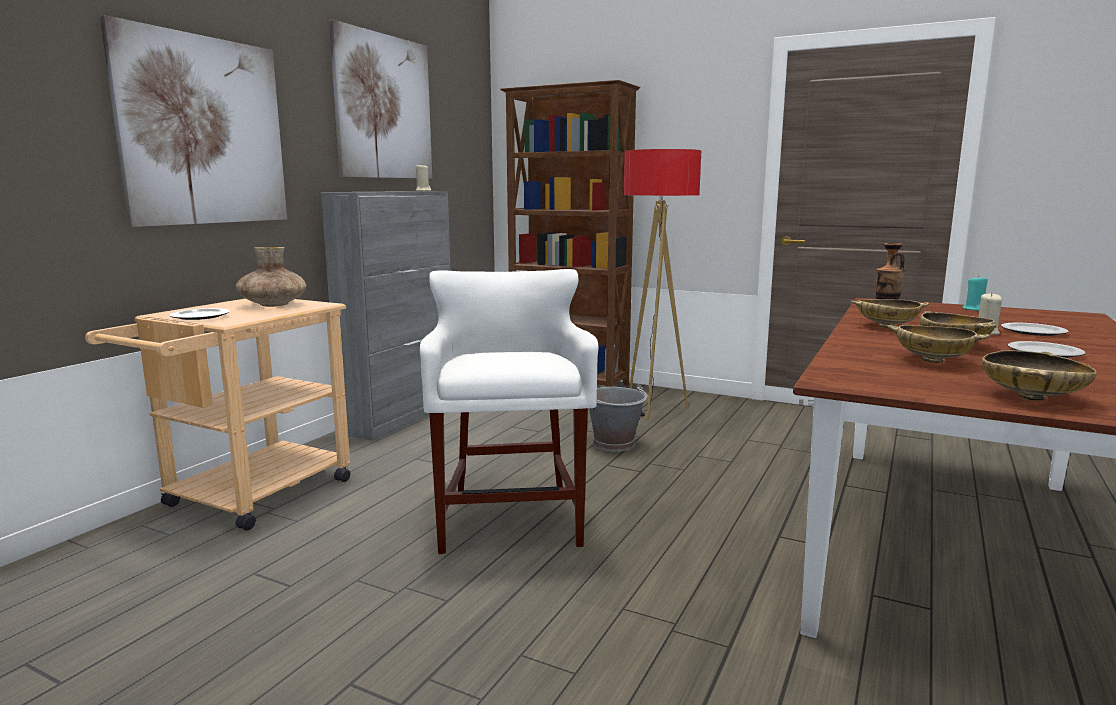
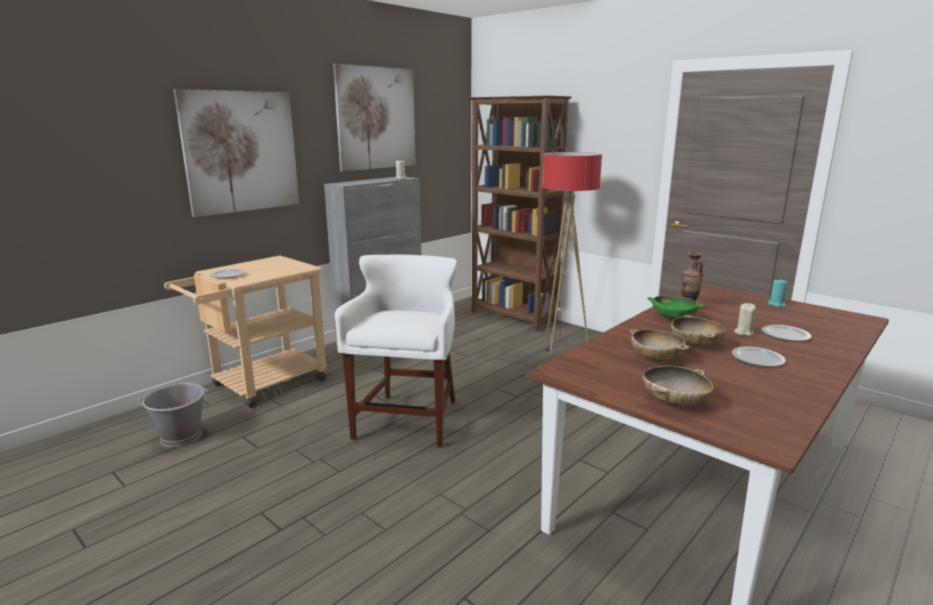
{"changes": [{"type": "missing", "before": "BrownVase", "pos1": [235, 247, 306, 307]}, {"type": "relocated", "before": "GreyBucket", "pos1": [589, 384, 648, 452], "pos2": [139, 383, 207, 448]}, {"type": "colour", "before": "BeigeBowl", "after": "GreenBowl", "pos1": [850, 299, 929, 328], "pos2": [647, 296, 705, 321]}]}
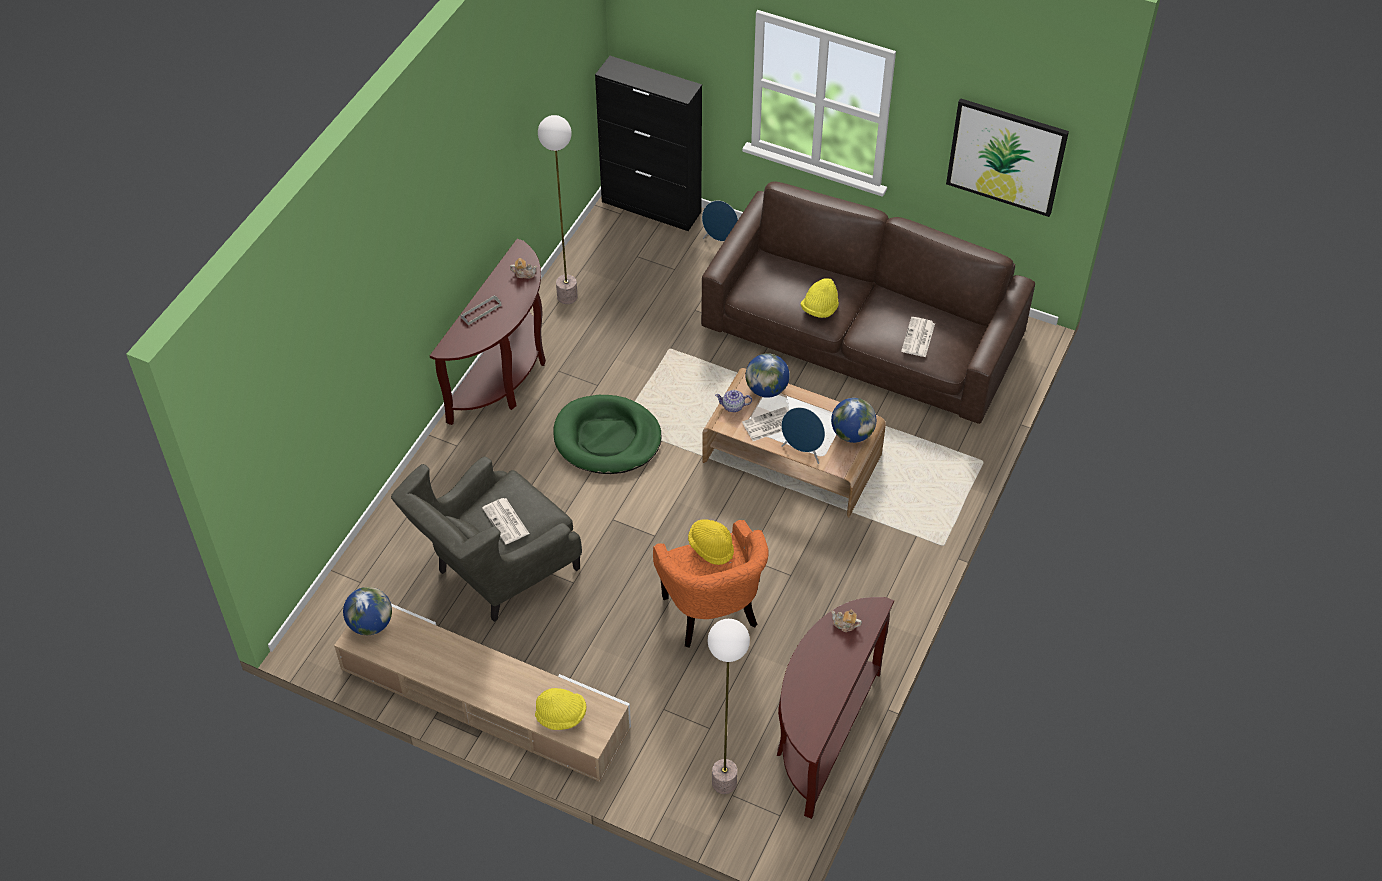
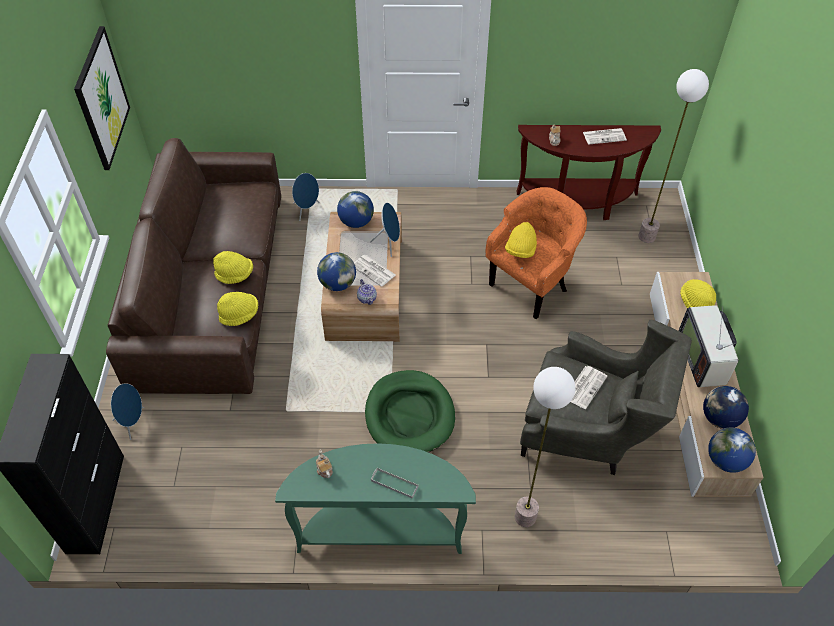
{"changes": [{"type": "colour", "before": "BrownConsoleTable", "after": "GreenConsoleTable", "pos1": [430, 239, 546, 425], "pos2": [275, 443, 476, 554]}, {"type": "relocated", "before": "FloorLamp", "pos1": [538, 115, 578, 304], "pos2": [515, 367, 576, 527]}, {"type": "relocated", "before": "Newspaper", "pos1": [901, 317, 935, 357], "pos2": [583, 128, 627, 145]}, {"type": "appeared", "after": "YellowHat", "pos2": [217, 292, 258, 326]}, {"type": "appeared", "after": "BlueSpeaker", "pos2": [292, 173, 320, 221]}, {"type": "appeared", "after": "Television", "pos2": [679, 305, 738, 387]}, {"type": "appeared", "after": "Globe", "pos2": [703, 386, 749, 429]}]}
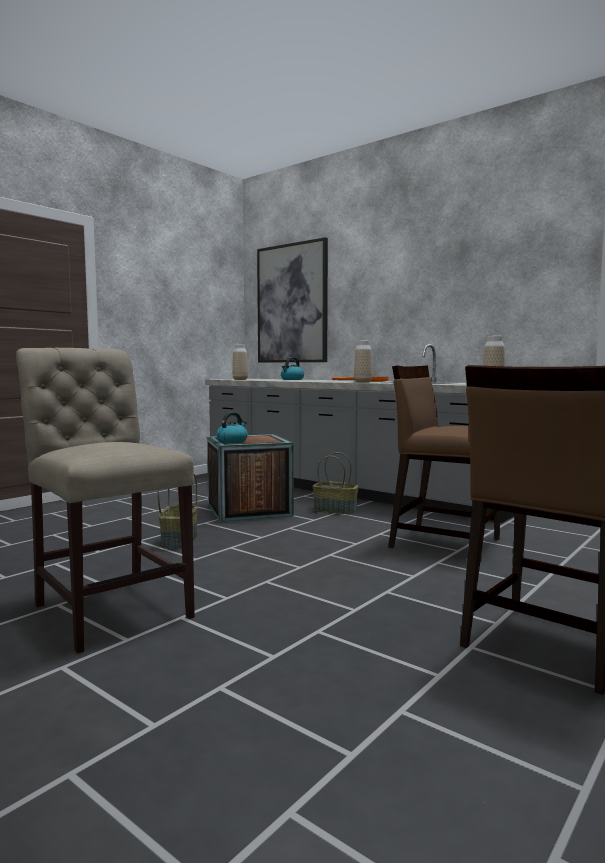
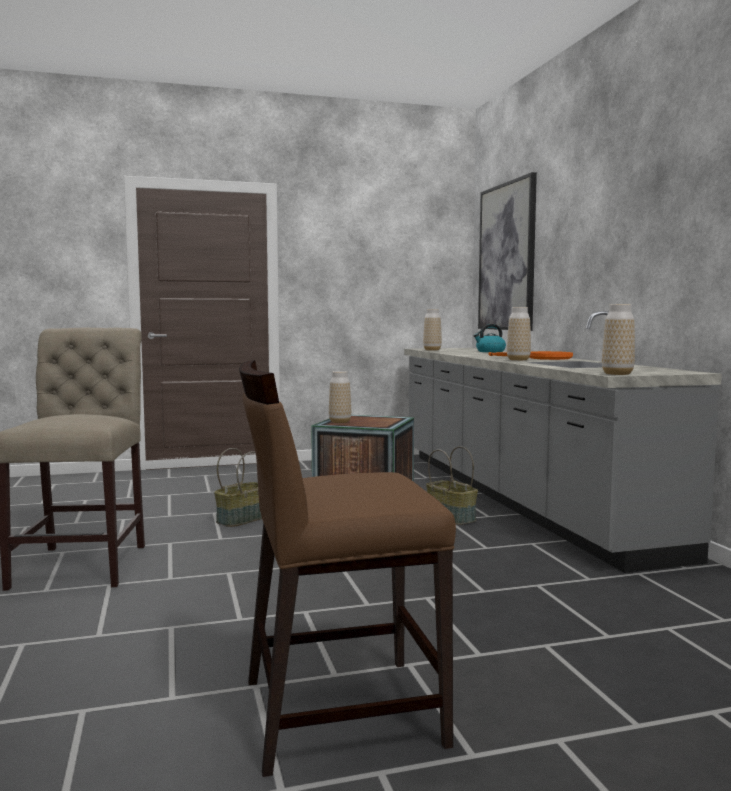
{"changes": [{"type": "exchanged", "before": "Kettle", "after": "Vase", "pos1": [216, 412, 248, 443], "pos2": [329, 371, 351, 423]}, {"type": "missing", "before": "BrownChair", "pos1": [388, 365, 500, 563]}]}
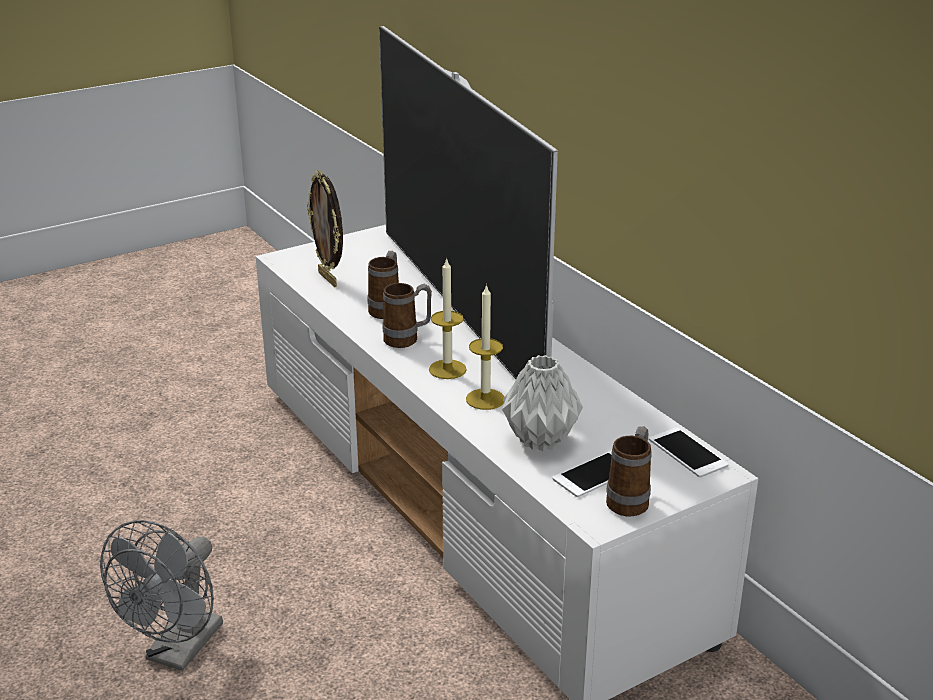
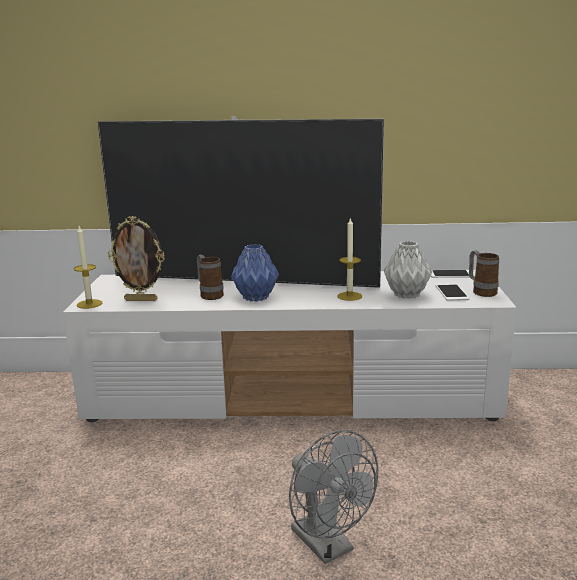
{"changes": [{"type": "exchanged", "before": "Mug", "after": "BlueVase", "pos1": [383, 283, 432, 348], "pos2": [231, 244, 279, 302]}, {"type": "relocated", "before": "Candle", "pos1": [429, 258, 467, 379], "pos2": [74, 226, 102, 309]}]}
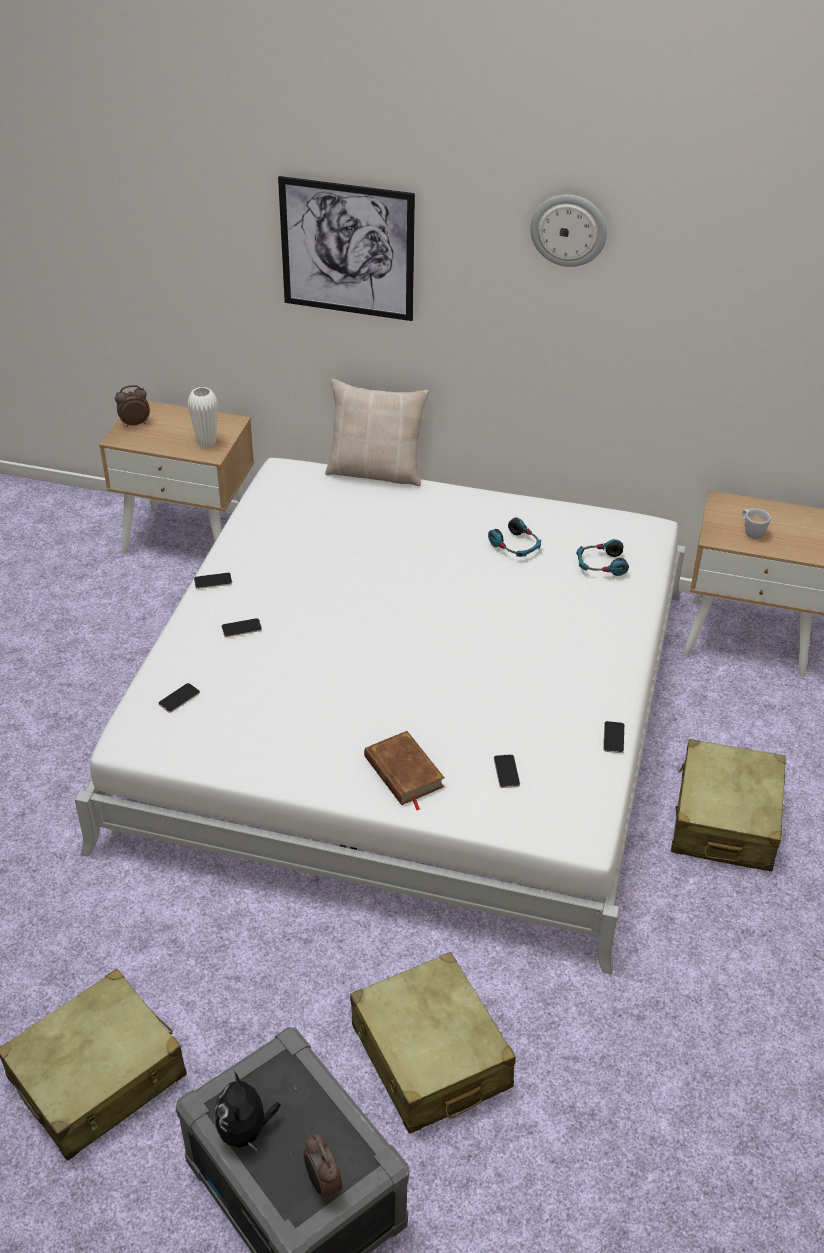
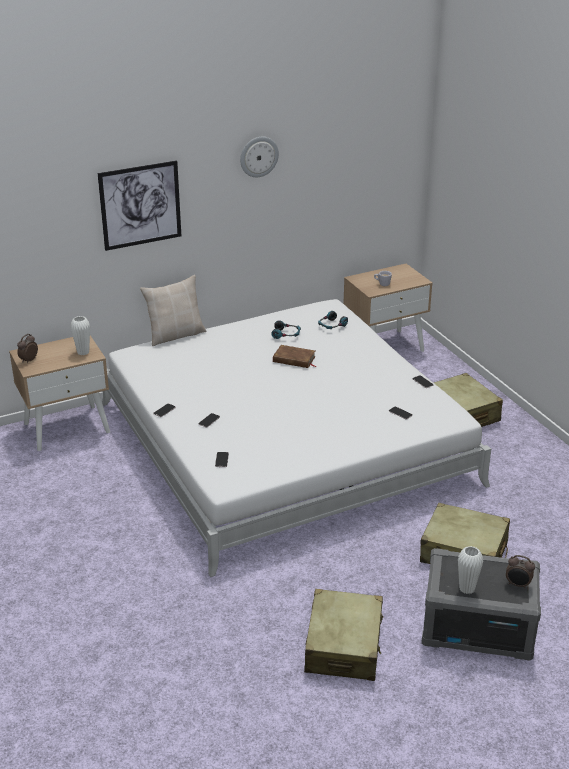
{"changes": [{"type": "exchanged", "before": "PlushToy", "after": "WhiteVase", "pos1": [214, 1071, 281, 1152], "pos2": [458, 546, 483, 594]}, {"type": "relocated", "before": "BrownBook", "pos1": [364, 731, 445, 810], "pos2": [273, 345, 316, 368]}]}
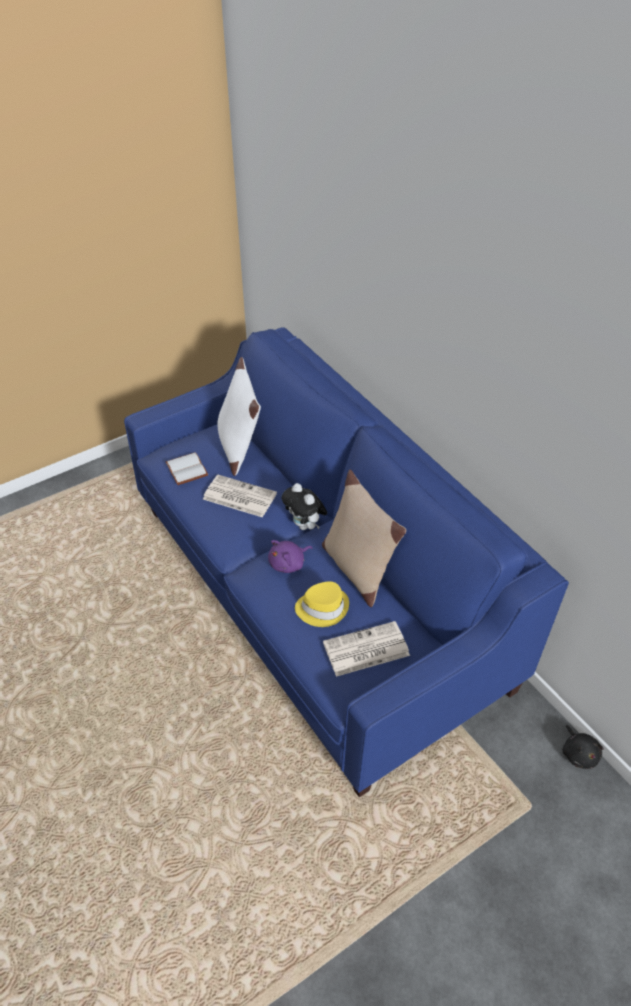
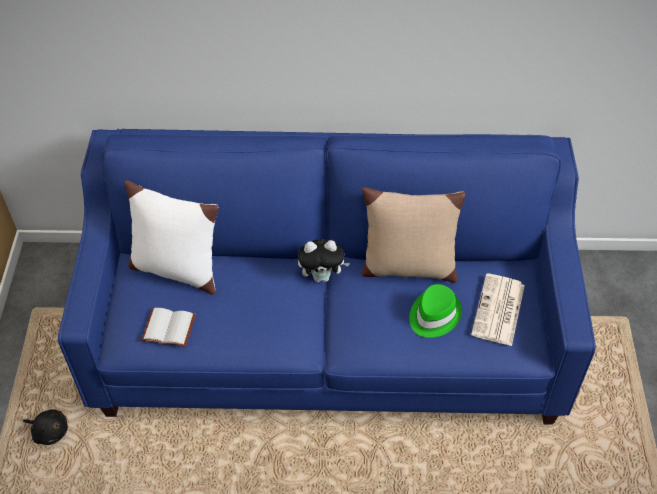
{"changes": [{"type": "missing", "before": "Newspaper", "pos1": [203, 475, 277, 518]}, {"type": "missing", "before": "PurplePlushToy", "pos1": [268, 540, 312, 573]}, {"type": "colour", "before": "YellowHat", "after": "GreenHat", "pos1": [295, 581, 349, 627], "pos2": [409, 284, 462, 338]}, {"type": "relocated", "before": "BlackPlushToy", "pos1": [562, 725, 604, 769], "pos2": [23, 409, 68, 445]}]}
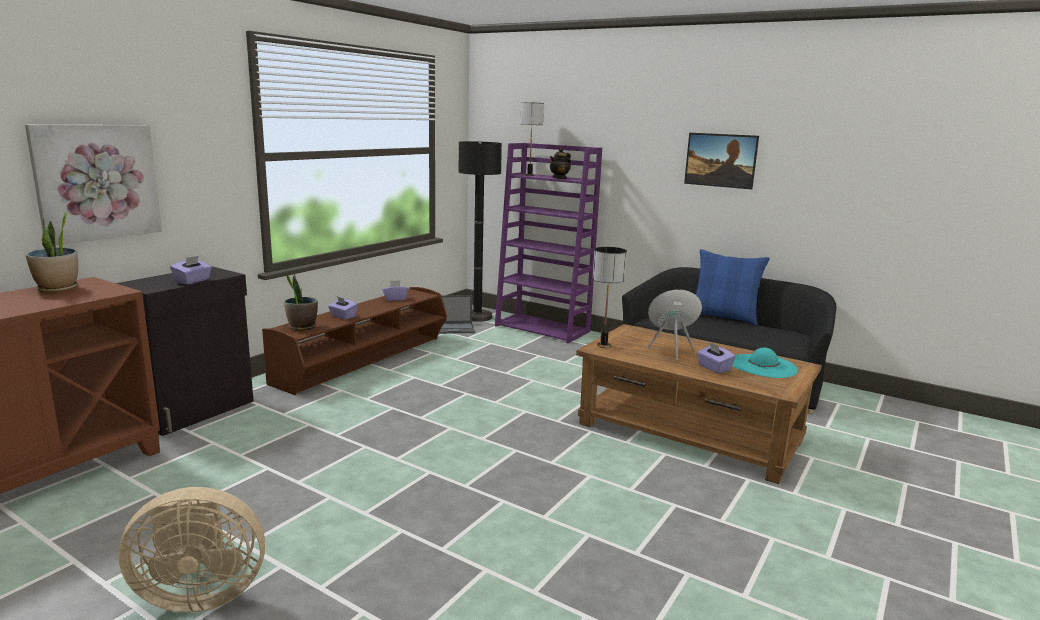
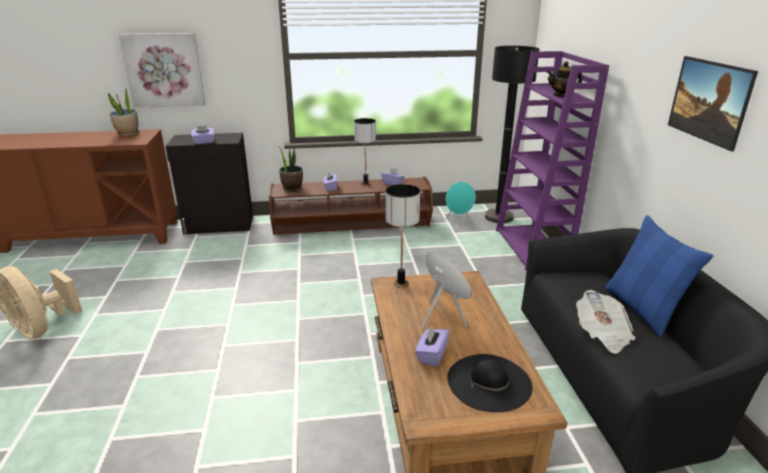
{"changes": [{"type": "exchanged", "before": "Laptop", "after": "TurquoiseSpeaker", "pos1": [439, 295, 475, 334], "pos2": [445, 181, 476, 227]}, {"type": "relocated", "before": "TableLamp", "pos1": [520, 102, 544, 176], "pos2": [354, 118, 376, 186]}, {"type": "colour", "before": "TurquoiseHat", "after": "BlackHat", "pos1": [732, 348, 798, 378], "pos2": [448, 354, 533, 412]}, {"type": "appeared", "after": "Newspaper", "pos2": [576, 290, 635, 354]}]}
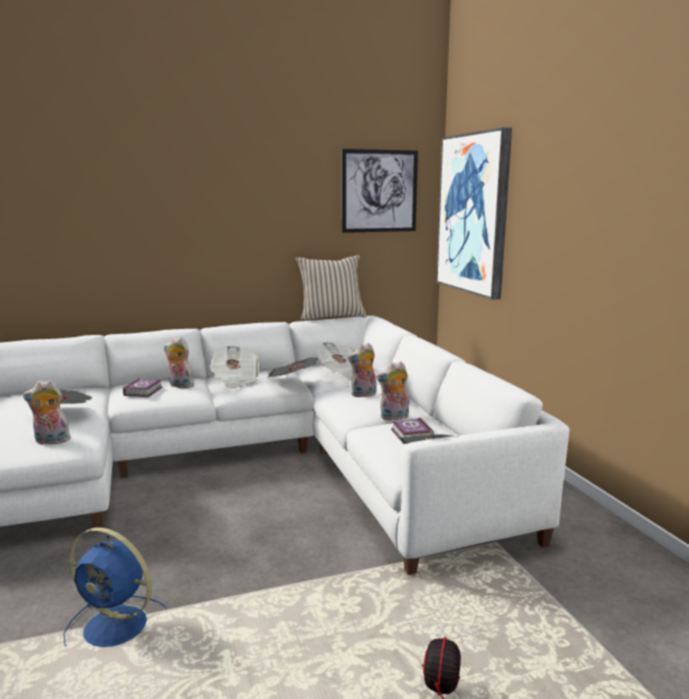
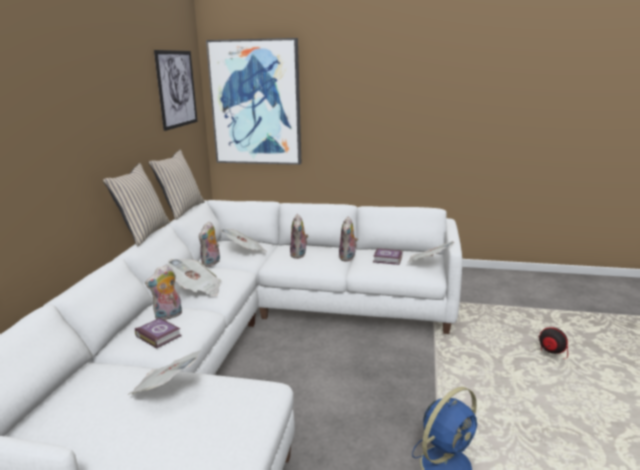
{"changes": [{"type": "relocated", "before": "PlushToy", "pos1": [23, 379, 71, 444], "pos2": [199, 221, 220, 267]}, {"type": "missing", "before": "Newspaper", "pos1": [268, 357, 319, 377]}, {"type": "appeared", "after": "BeigePillow", "pos2": [103, 163, 170, 246]}]}
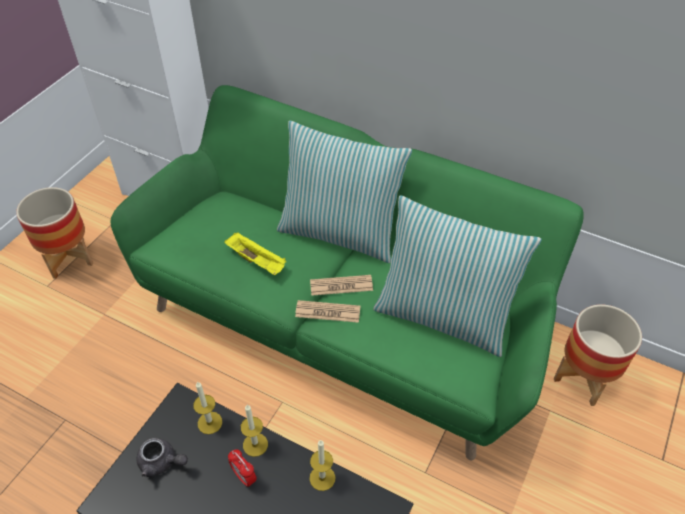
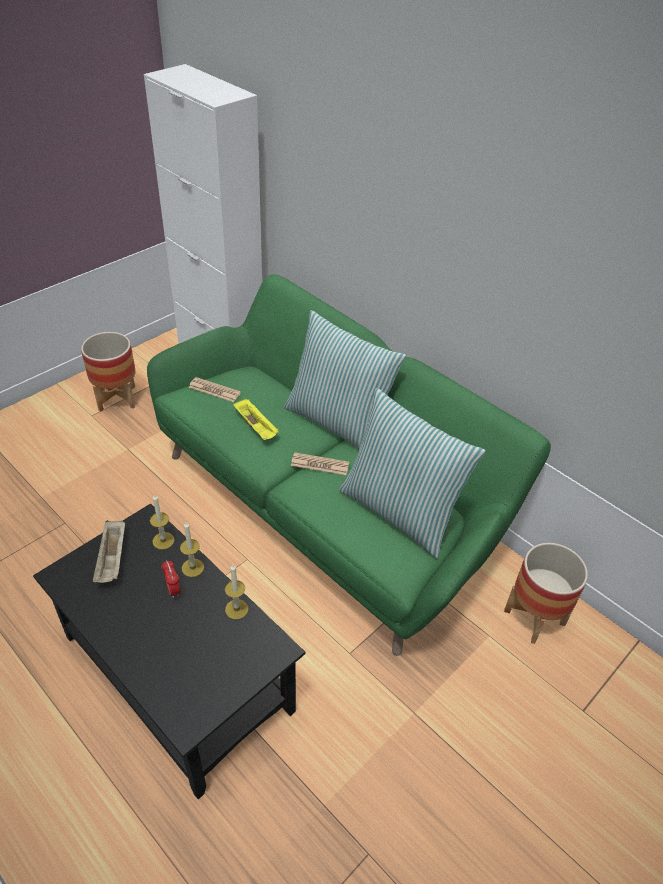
{"changes": [{"type": "exchanged", "before": "GreyTeapot", "after": "BeigeTray", "pos1": [137, 438, 188, 477], "pos2": [93, 520, 125, 583]}, {"type": "relocated", "before": "Newspaper", "pos1": [295, 300, 361, 323], "pos2": [189, 377, 241, 402]}]}
